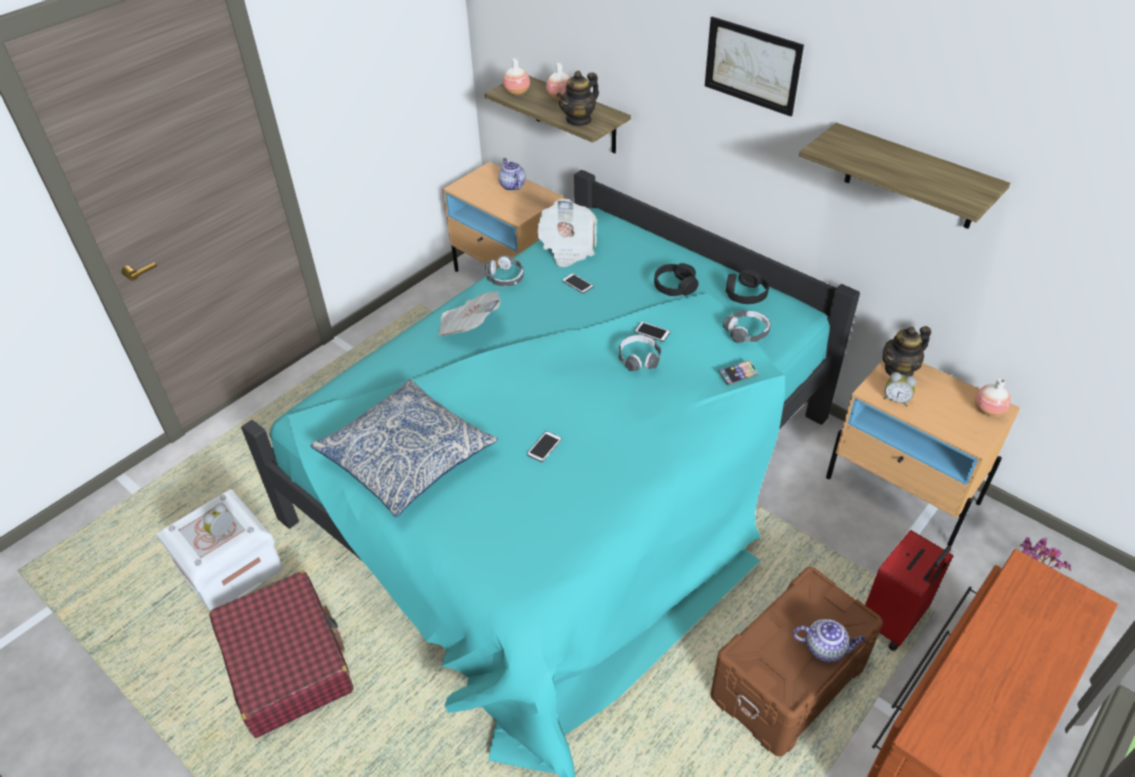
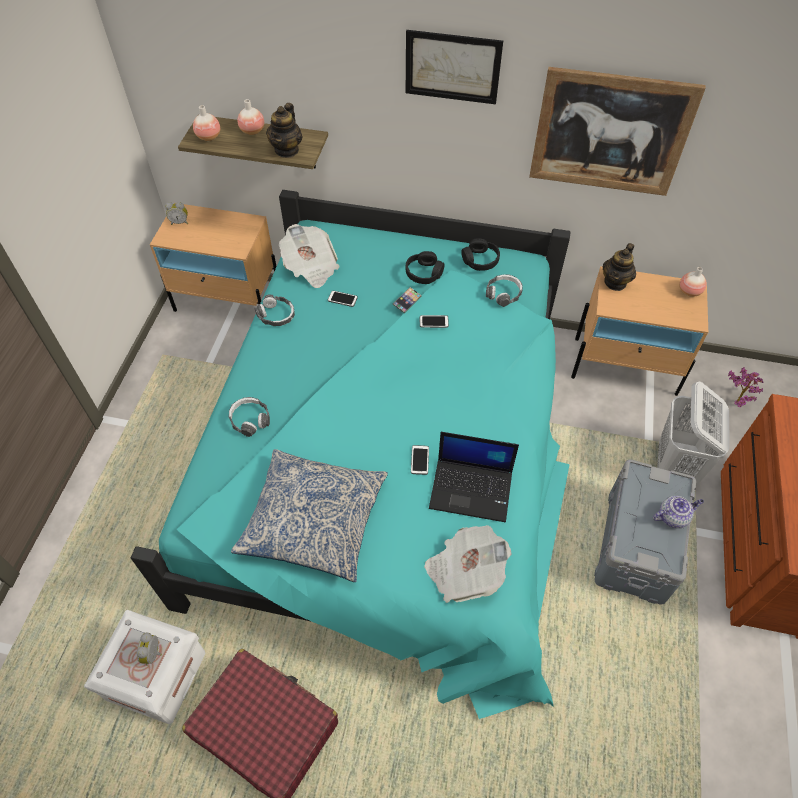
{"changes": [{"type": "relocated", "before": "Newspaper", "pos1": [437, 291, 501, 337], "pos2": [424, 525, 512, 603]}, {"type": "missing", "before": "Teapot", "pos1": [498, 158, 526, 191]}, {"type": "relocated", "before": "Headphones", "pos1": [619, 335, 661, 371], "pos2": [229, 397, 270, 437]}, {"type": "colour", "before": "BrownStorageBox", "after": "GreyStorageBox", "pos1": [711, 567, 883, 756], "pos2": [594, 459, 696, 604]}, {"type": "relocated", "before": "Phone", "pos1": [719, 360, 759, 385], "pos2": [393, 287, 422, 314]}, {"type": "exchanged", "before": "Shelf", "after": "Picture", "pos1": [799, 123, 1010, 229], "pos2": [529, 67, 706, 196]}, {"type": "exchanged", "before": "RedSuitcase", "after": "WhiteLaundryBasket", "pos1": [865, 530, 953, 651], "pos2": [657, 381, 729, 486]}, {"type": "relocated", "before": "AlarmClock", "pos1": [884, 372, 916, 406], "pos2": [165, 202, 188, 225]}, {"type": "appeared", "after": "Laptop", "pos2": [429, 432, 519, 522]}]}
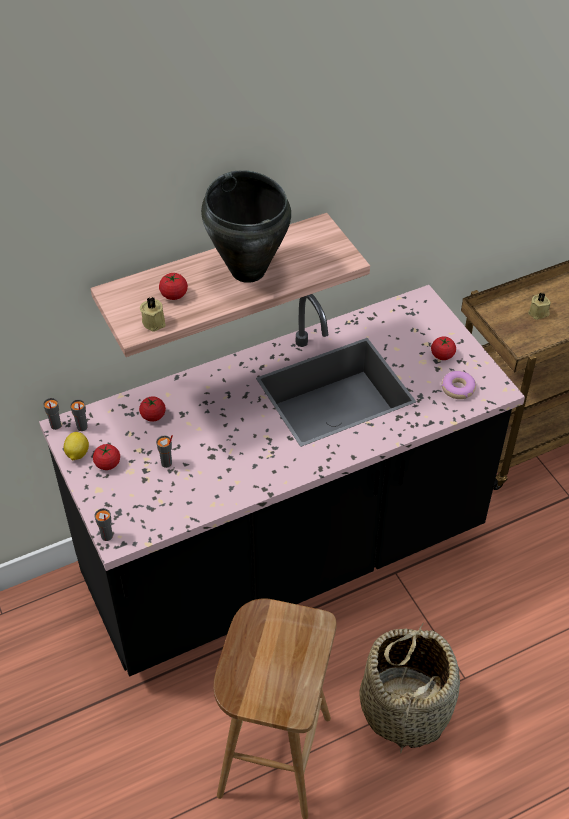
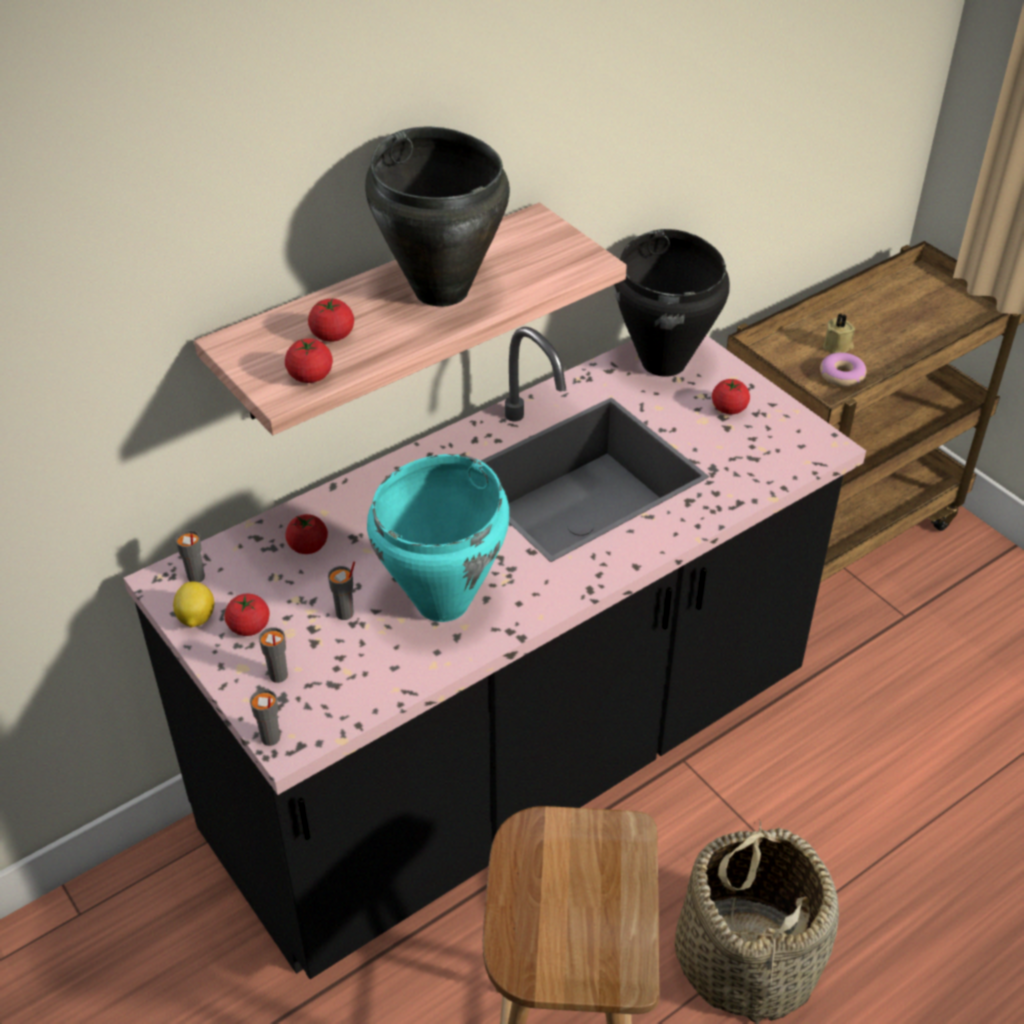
{"changes": [{"type": "relocated", "before": "GreyCup", "pos1": [43, 398, 61, 430], "pos2": [259, 628, 288, 683]}, {"type": "exchanged", "before": "BeigeCandle", "after": "Tomato", "pos1": [140, 297, 166, 331], "pos2": [285, 338, 333, 383]}, {"type": "relocated", "before": "Donut", "pos1": [442, 371, 476, 399], "pos2": [820, 352, 866, 387]}, {"type": "appeared", "after": "TurquoiseCookingPot", "pos2": [367, 454, 509, 622]}, {"type": "appeared", "after": "BlackCookingPot", "pos2": [613, 229, 730, 377]}]}
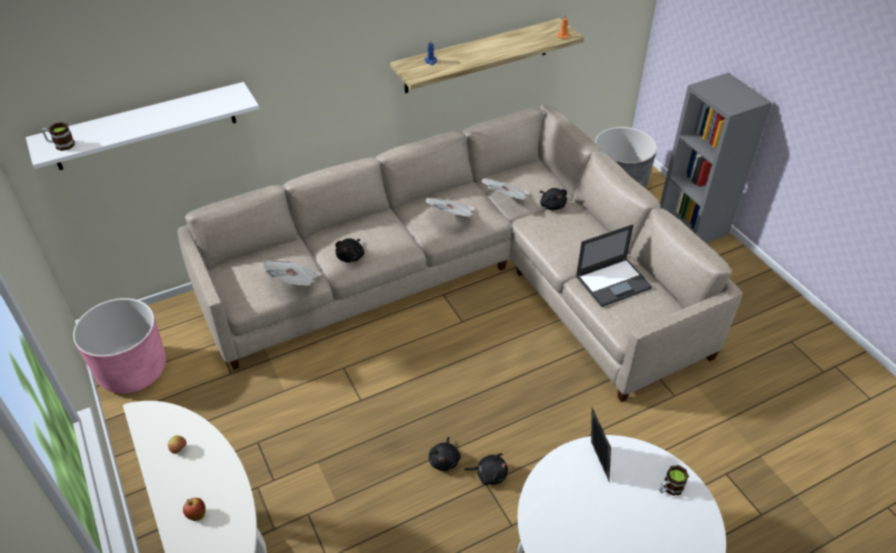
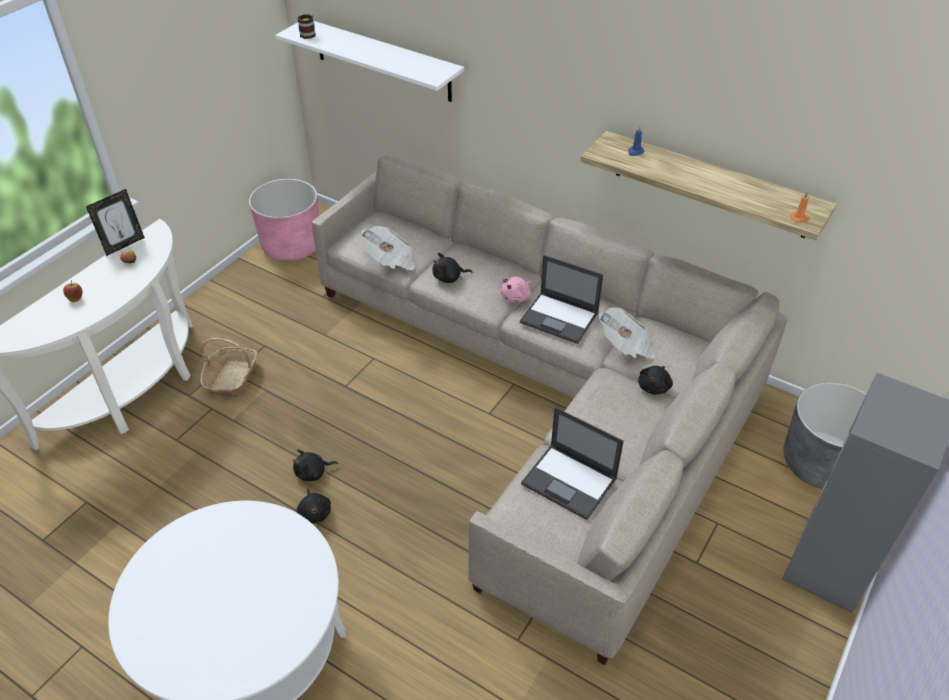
{"changes": [{"type": "exchanged", "before": "Newspaper", "after": "Laptop", "pos1": [426, 198, 475, 217], "pos2": [520, 255, 603, 344]}, {"type": "relocated", "before": "PictureFrame", "pos1": [591, 408, 611, 481], "pos2": [86, 189, 145, 256]}, {"type": "missing", "before": "Mug", "pos1": [659, 465, 689, 496]}, {"type": "appeared", "after": "Basket", "pos2": [200, 338, 257, 397]}, {"type": "appeared", "after": "PinkPlushToy", "pos2": [501, 277, 532, 302]}]}
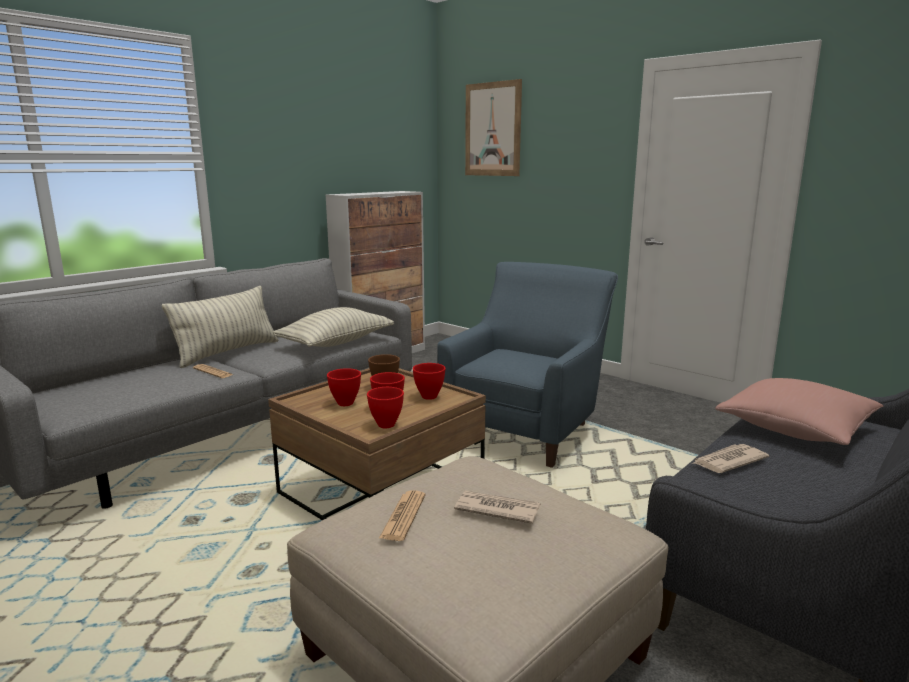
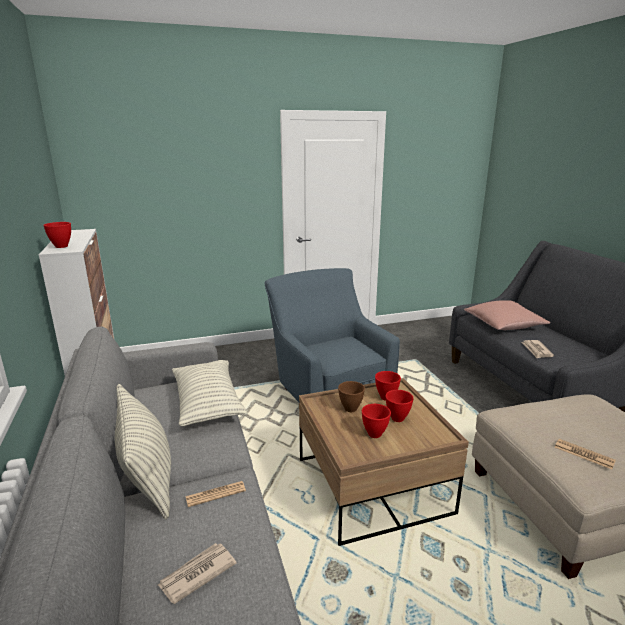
{"changes": [{"type": "relocated", "before": "RedBowl", "pos1": [367, 387, 404, 428], "pos2": [43, 222, 71, 248]}, {"type": "relocated", "before": "Newspaper", "pos1": [454, 491, 540, 524], "pos2": [158, 543, 237, 604]}, {"type": "missing", "before": "Picture", "pos1": [465, 79, 522, 176]}]}
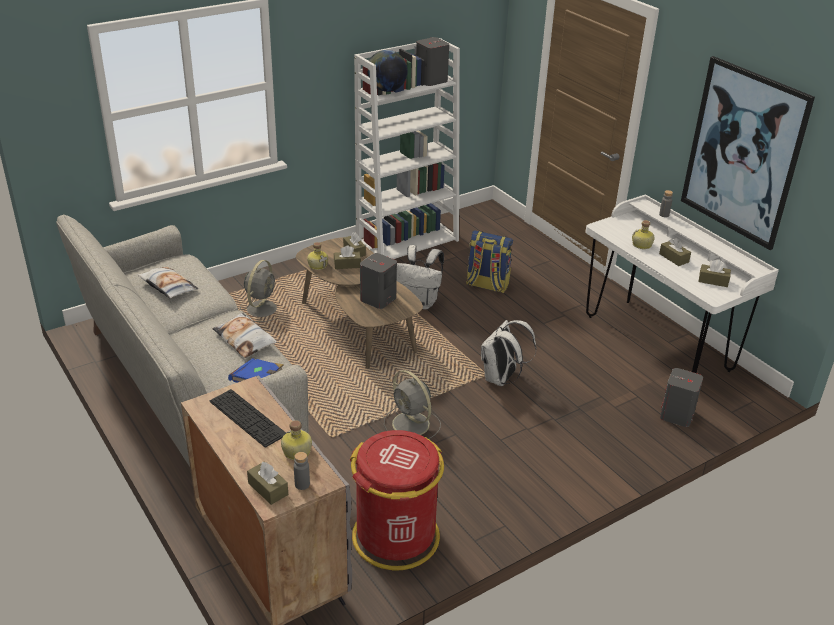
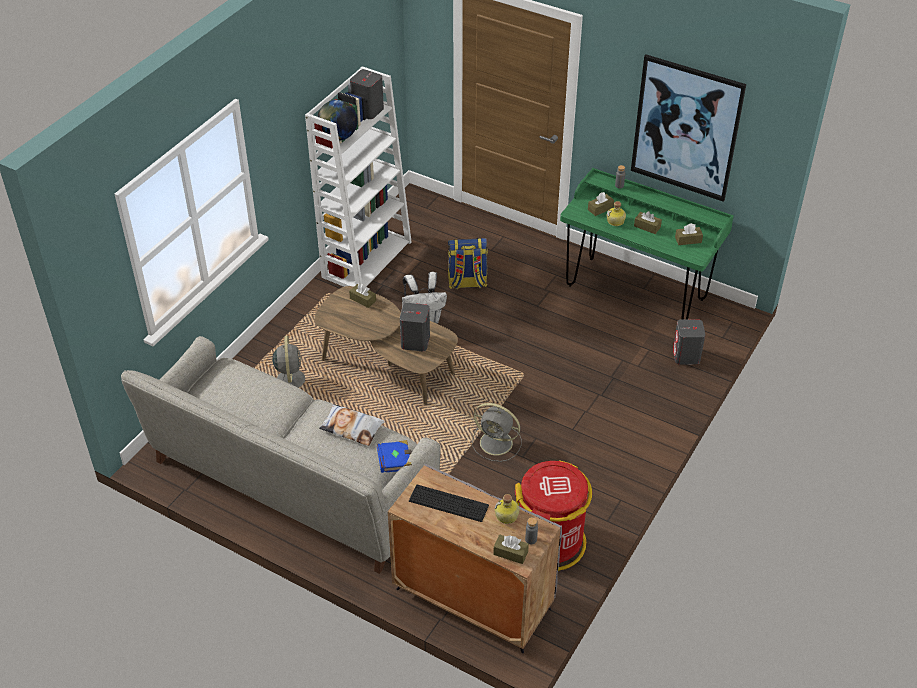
{"changes": [{"type": "missing", "before": "Pillow", "pos1": [137, 267, 198, 299]}, {"type": "missing", "before": "Bottle", "pos1": [307, 242, 328, 270]}, {"type": "relocated", "before": "BrownTissueBox", "pos1": [334, 245, 361, 269], "pos2": [588, 192, 614, 216]}, {"type": "missing", "before": "WhiteBackpack", "pos1": [481, 320, 537, 386]}, {"type": "colour", "before": "WhiteDesk", "after": "GreenDesk", "pos1": [585, 194, 779, 373], "pos2": [560, 168, 734, 320]}]}
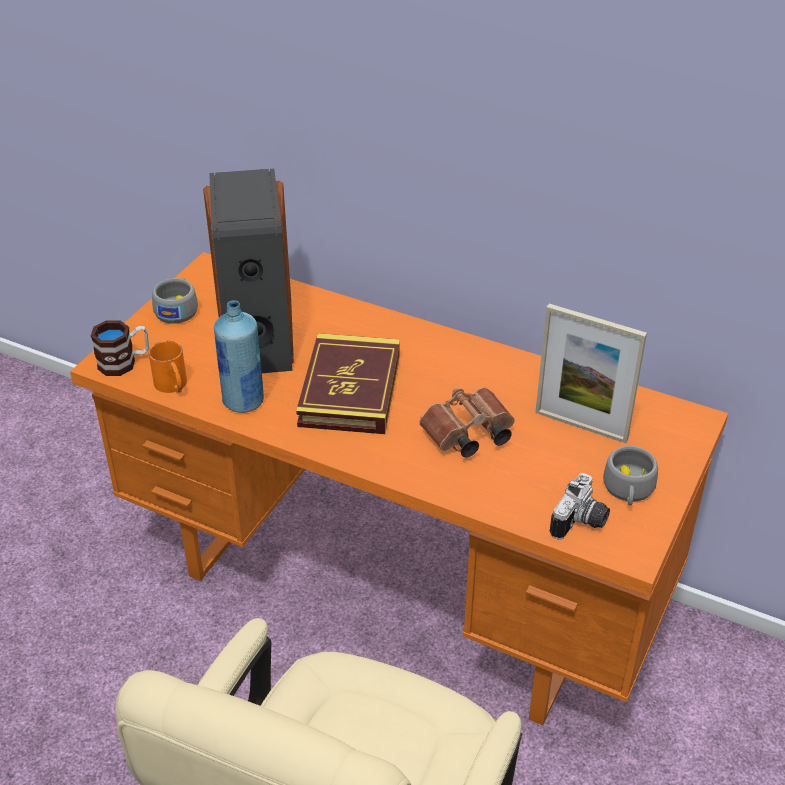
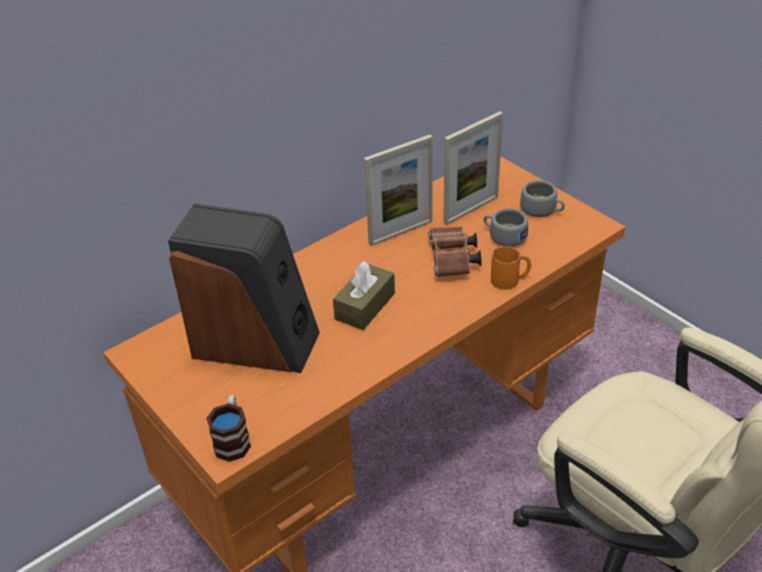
{"changes": [{"type": "relocated", "before": "OrangeMug", "pos1": [149, 341, 187, 393], "pos2": [491, 246, 531, 290]}, {"type": "relocated", "before": "GreyCup", "pos1": [152, 278, 198, 324], "pos2": [484, 208, 528, 247]}, {"type": "missing", "before": "BlueBottle", "pos1": [214, 300, 264, 413]}, {"type": "exchanged", "before": "Book", "after": "BrownTissueBox", "pos1": [296, 333, 400, 434], "pos2": [333, 261, 395, 330]}, {"type": "missing", "before": "PhotoCamera", "pos1": [550, 473, 610, 540]}, {"type": "appeared", "after": "PictureFrame", "pos2": [364, 135, 433, 246]}]}
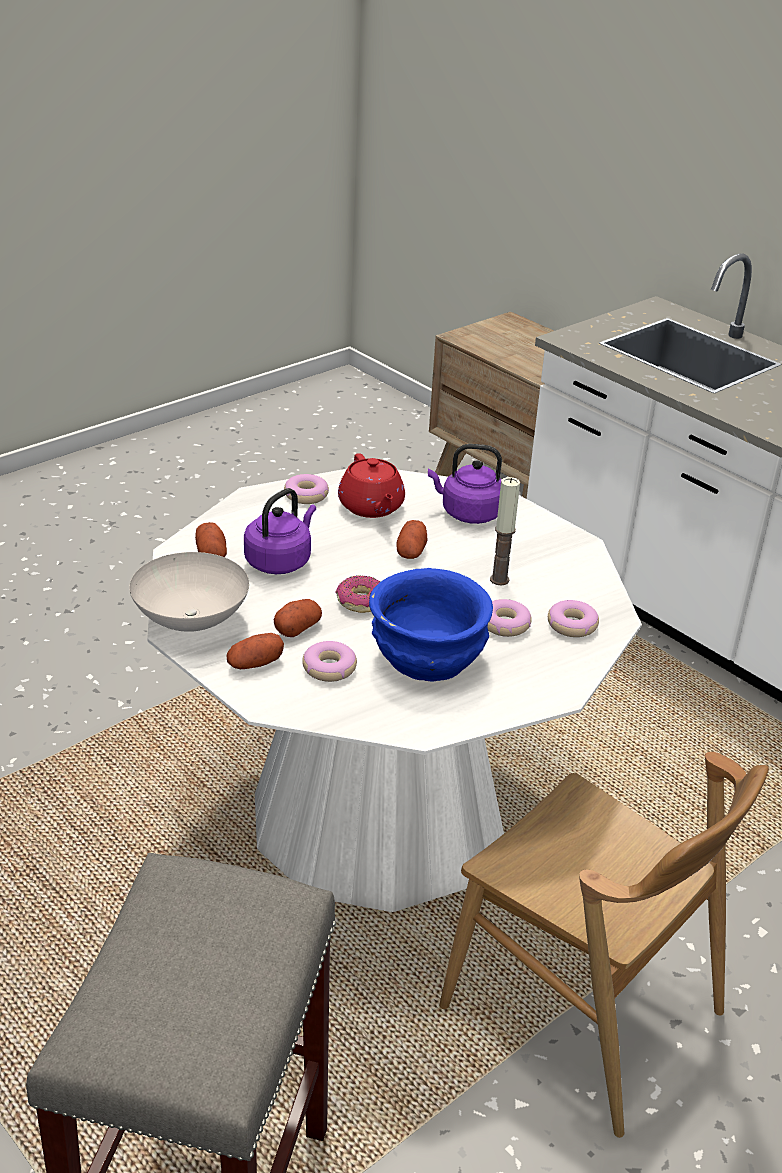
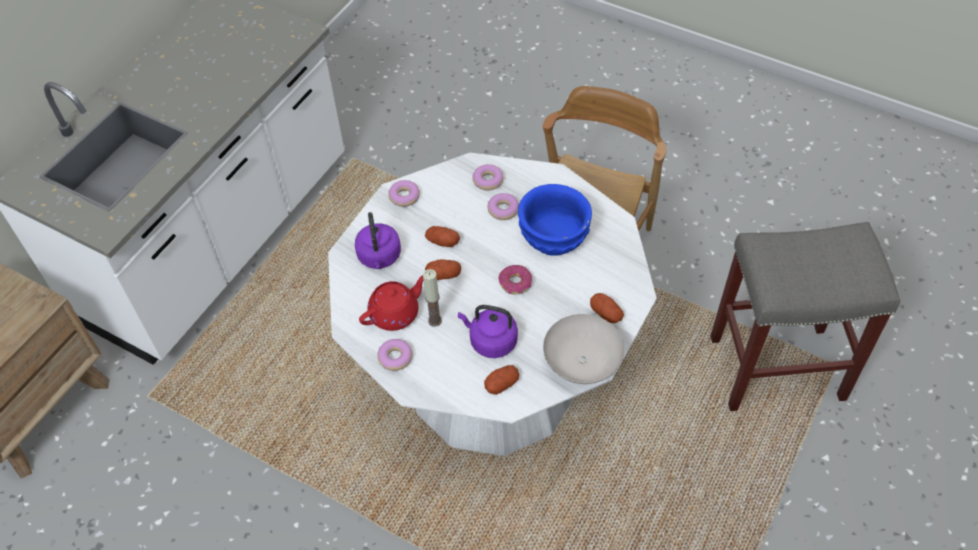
{"changes": [{"type": "relocated", "before": "Potato", "pos1": [274, 599, 322, 637], "pos2": [425, 226, 460, 247]}, {"type": "relocated", "before": "Donut", "pos1": [302, 641, 357, 682], "pos2": [388, 180, 420, 207]}, {"type": "relocated", "before": "Candle", "pos1": [490, 477, 520, 585], "pos2": [423, 269, 442, 327]}]}
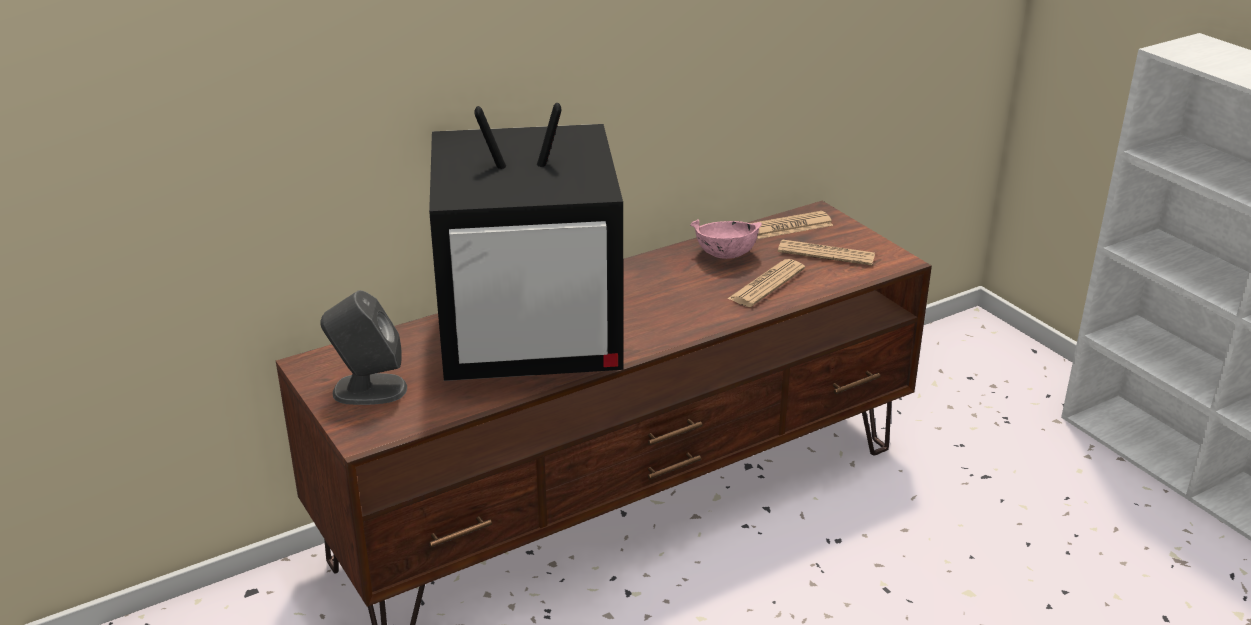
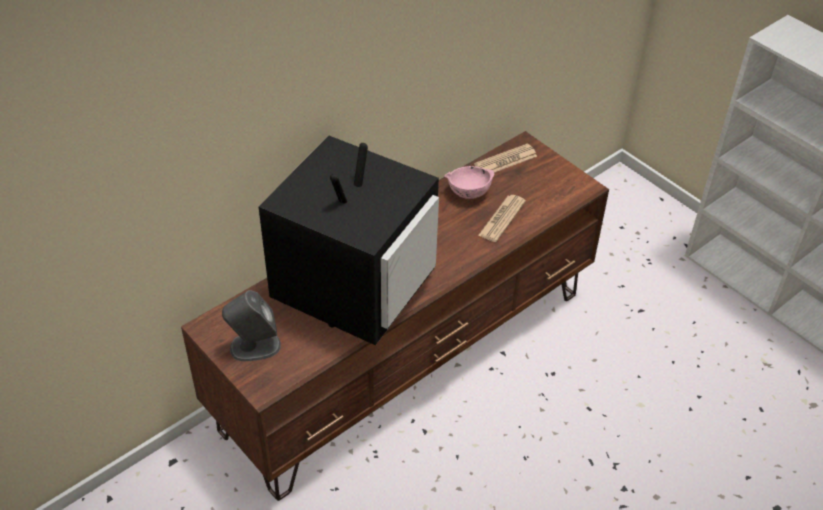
{"changes": [{"type": "spun", "before": "Television", "pos1": [429, 103, 623, 381], "pos2": [258, 135, 439, 345], "turn": -45}, {"type": "missing", "before": "Newspaper", "pos1": [778, 239, 875, 266]}]}
